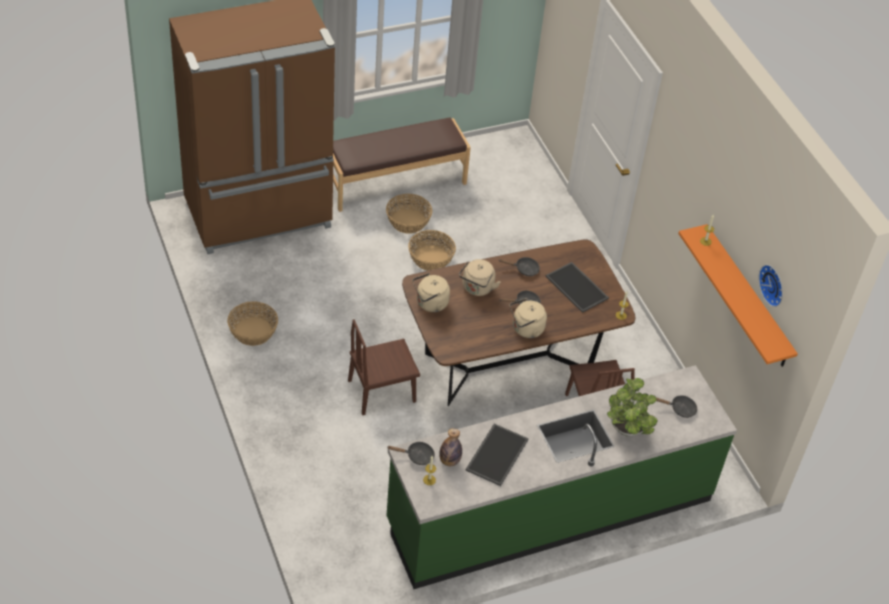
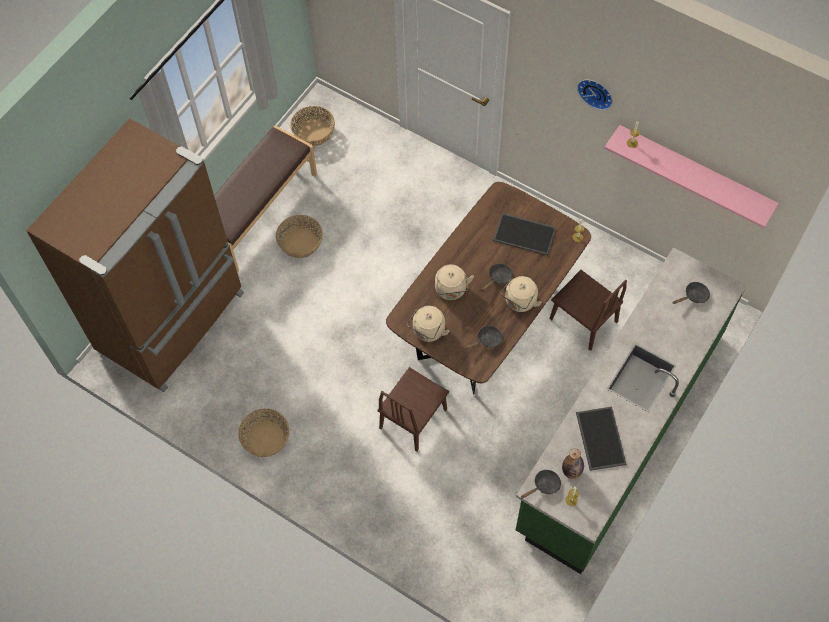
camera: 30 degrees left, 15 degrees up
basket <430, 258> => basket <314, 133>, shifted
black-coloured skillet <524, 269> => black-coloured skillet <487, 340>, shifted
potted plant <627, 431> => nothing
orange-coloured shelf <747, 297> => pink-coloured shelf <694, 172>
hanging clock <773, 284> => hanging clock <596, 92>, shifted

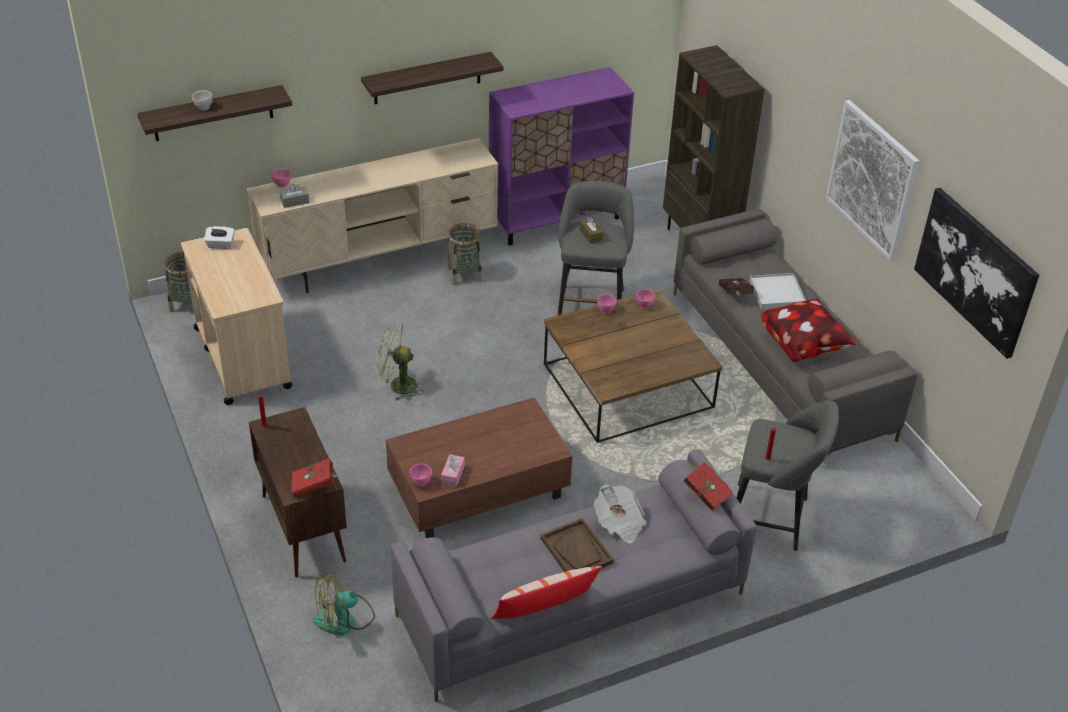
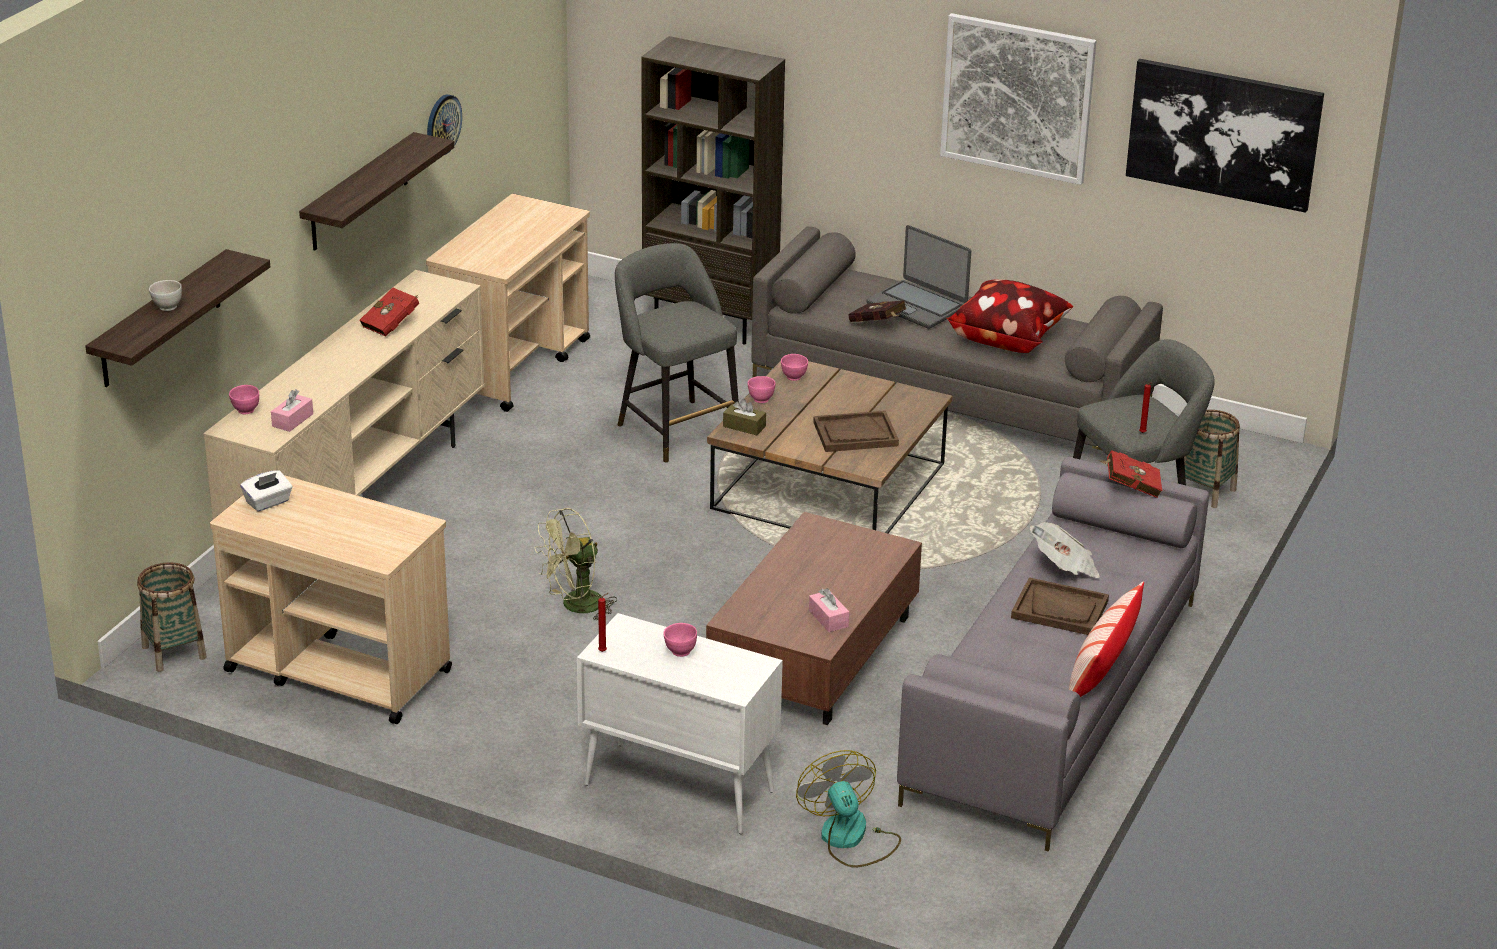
camera: 40 degrees left, 10 degrees down
brown cabinet <303, 528> => white cabinet <677, 788>
grey tissue box <295, 201> => pink-coloured tissue box <292, 420>
reddish book <315, 486> => reddish book <392, 324>, shifted
fan <344, 619> => fan <850, 839>, 135 degrees clockwise
pink-coloured serving bowl <421, 482> => pink-coloured serving bowl <680, 652>, shifted
basket <464, 274> => basket <1206, 491>, shifted
purple-coloured cabinet <556, 219> => beige-coloured cart <513, 365>
brown tissue box <591, 235> => brown tissue box <744, 426>, shifted
white tray <777, 294> => portable computer <917, 305>
nothing => hanging clock <442, 124>
nothing => brown tray <855, 434>

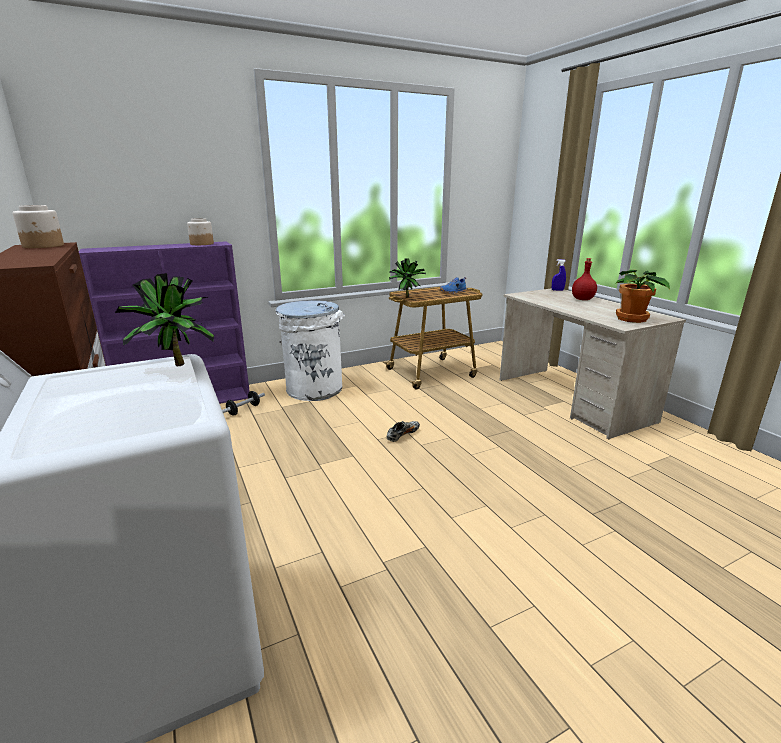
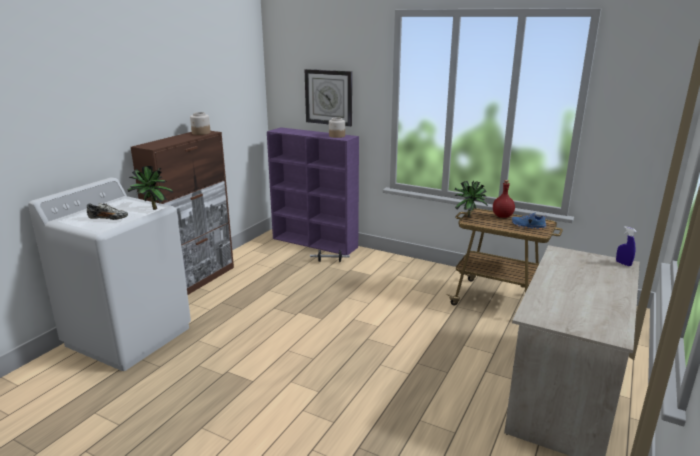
camera: 55 degrees right, 0 degrees up
white rubbish bin <314, 389> => nothing
low shoe <403, 435> => low shoe <108, 219>, shifted
reddish drink bottle <582, 299> => reddish drink bottle <502, 216>, shifted
potted plant <632, 319> => nothing
nothing => hanging clock <329, 97>

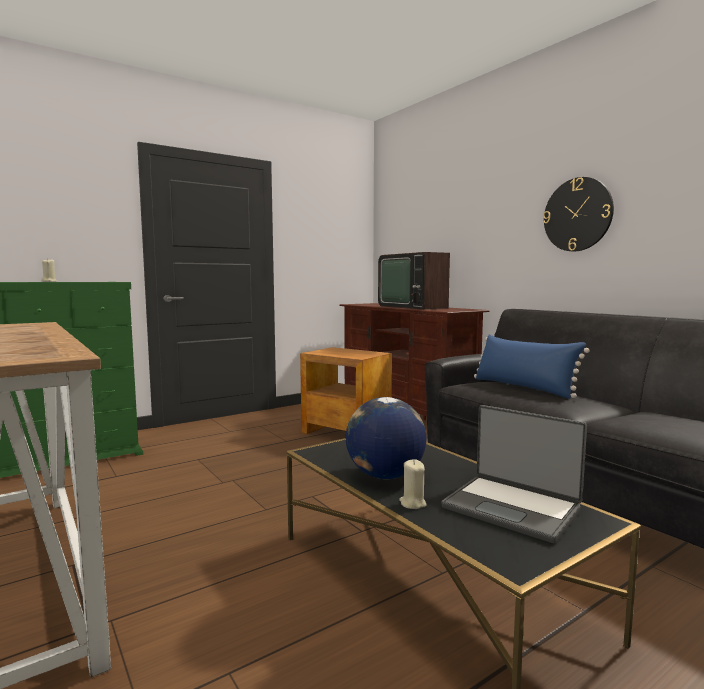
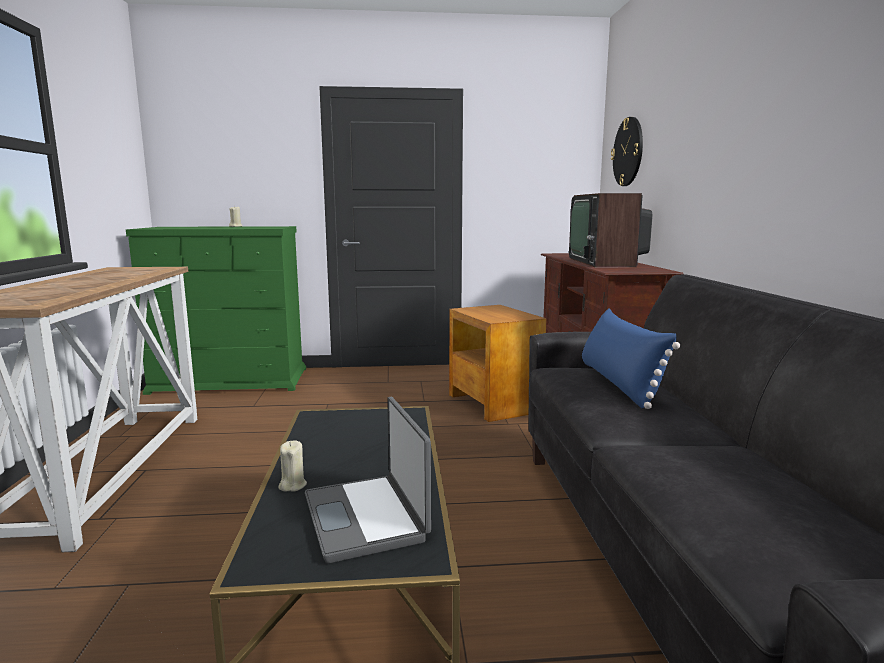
camera: 30 degrees right, 5 degrees up
globe <384, 476> => nothing
hanging clock <577, 214> => hanging clock <628, 152>, shifted

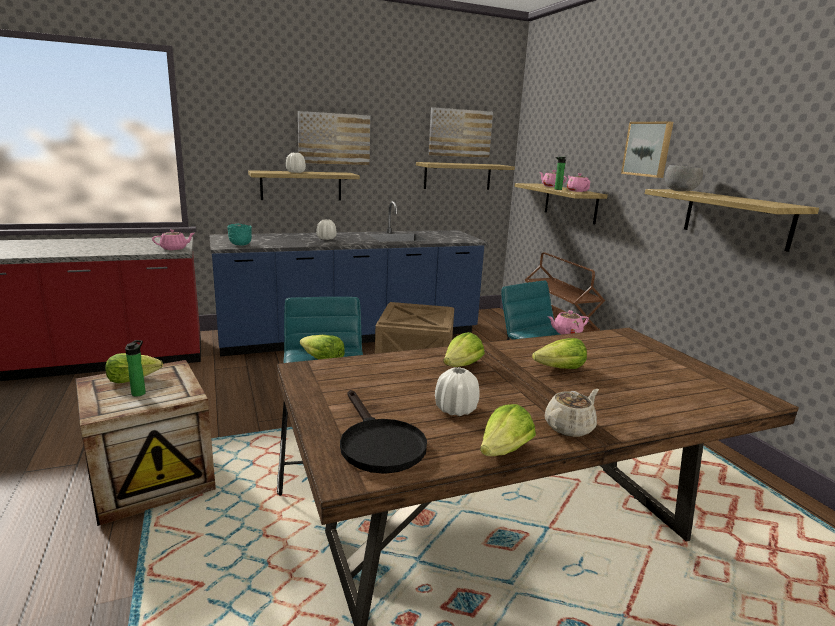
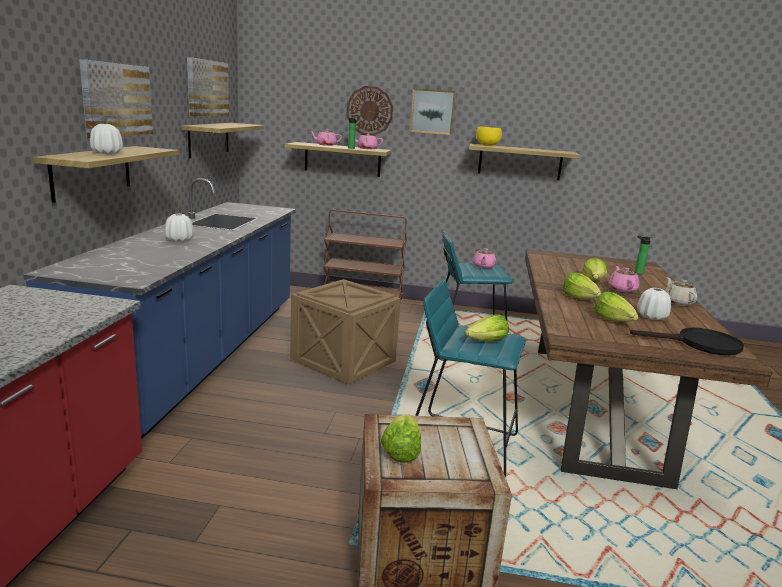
camera: 60 degrees left, 0 degrees up
drink bottle <140, 392> => drink bottle <637, 272>, shifted
pink-coloured teapot <174, 249> => pink-coloured teapot <622, 289>, shifted
turquoise-coloured serving bowl <240, 245> => nothing
head of lettuce <504, 451> => head of lettuce <613, 320>, shifted
grey serving bowl <680, 191> => yellow-coloured serving bowl <486, 145>
nothing => hanging clock <369, 111>

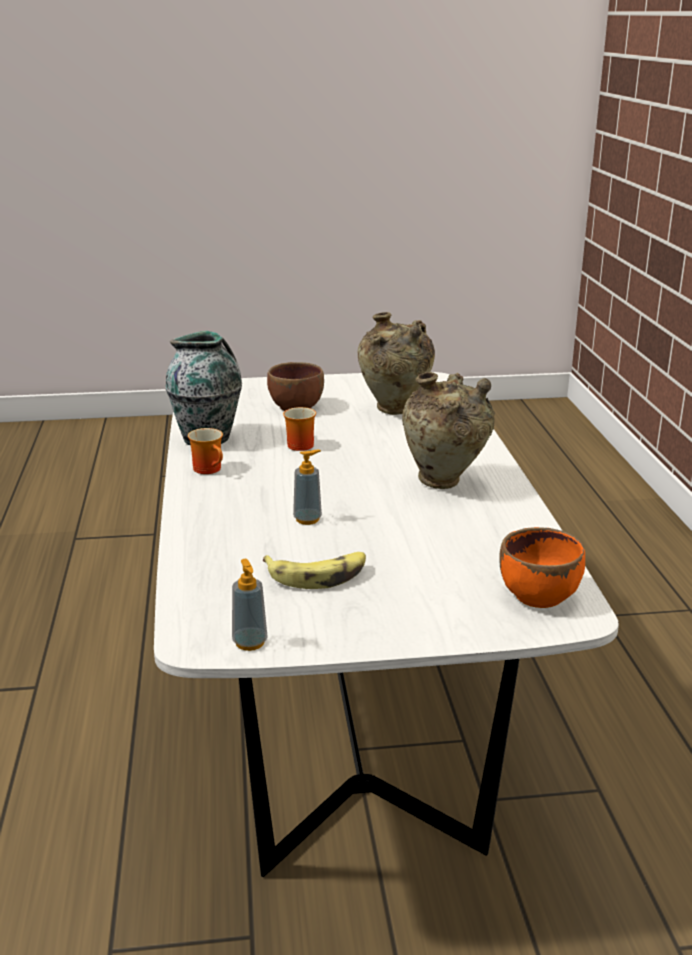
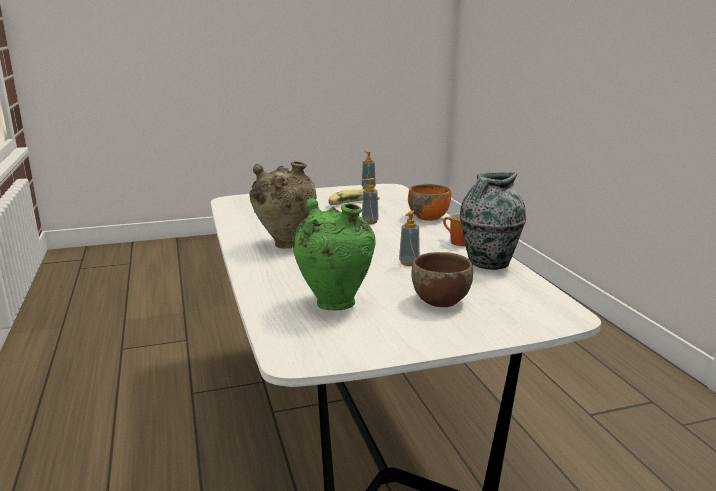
camera: 170 degrees right, 5 degrees down
tea mug <297, 444> => liquid soap bottle <409, 263>
beige-coloured flower vase <395, 411> => green flower vase <334, 302>
orange-coloured serving bowl <539, 595> => orange-coloured serving bowl <428, 217>, shifted

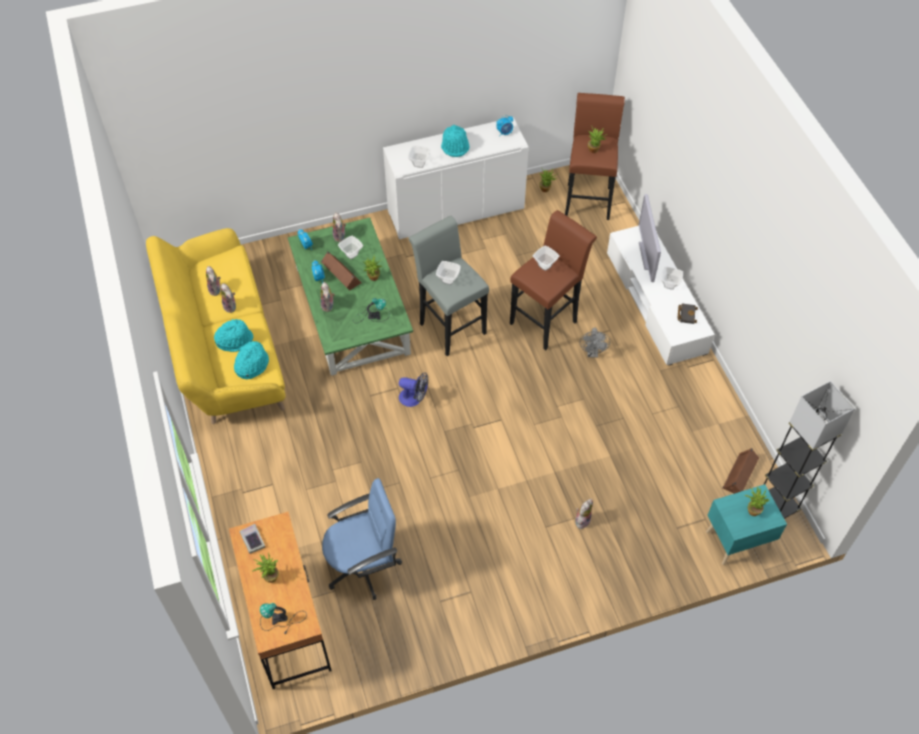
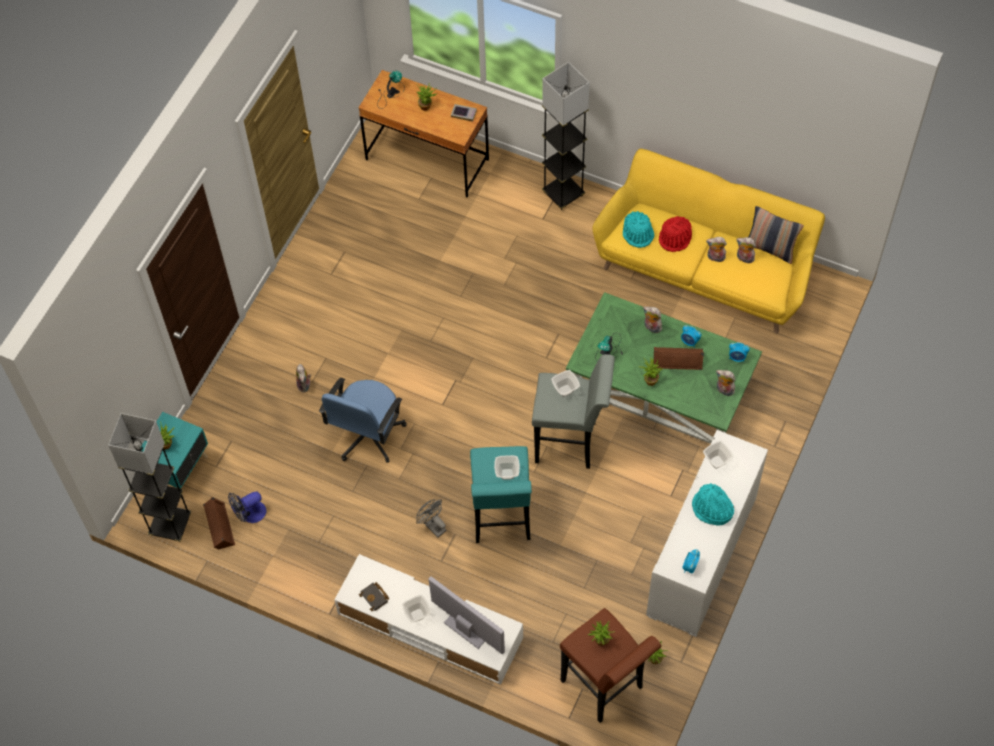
camera: 135 degrees right, 5 degrees up
turquoise-coloured clothing hat <234, 340> => reddish clothing hat <675, 238>
bluish computer chair <363, 565> => bluish computer chair <367, 435>, shifted
serving bowl <352, 255> => nothing
fan <414, 398> => fan <249, 514>, shifted
brown stool seat <547, 320> => turquoise-coloured stool seat <501, 521>
nothing => grey floor lamp <563, 194>
nothing => throw pillow <770, 248>

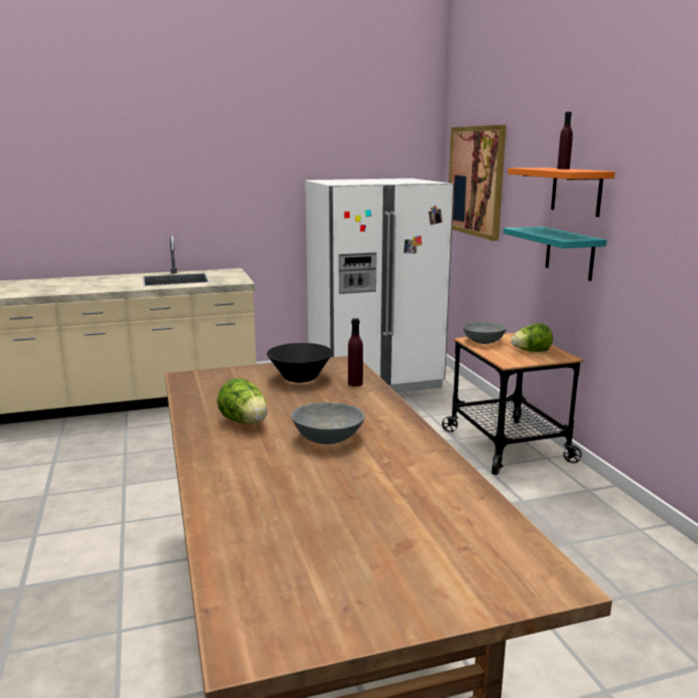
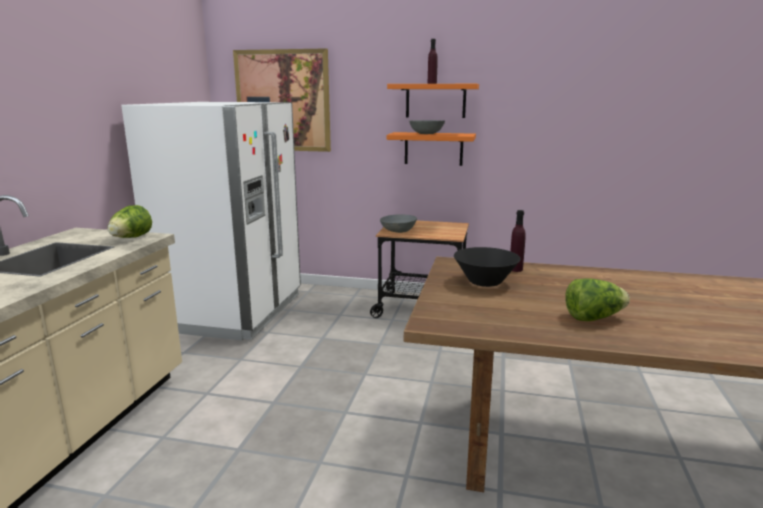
camera: 60 degrees left, 0 degrees up
grey serving bowl <327, 439> => grey serving bowl <427, 133>, shifted
turquoise-coloured shelf <569, 253> => orange-coloured shelf <433, 148>
head of lettuce <531, 351> => head of lettuce <131, 238>, shifted

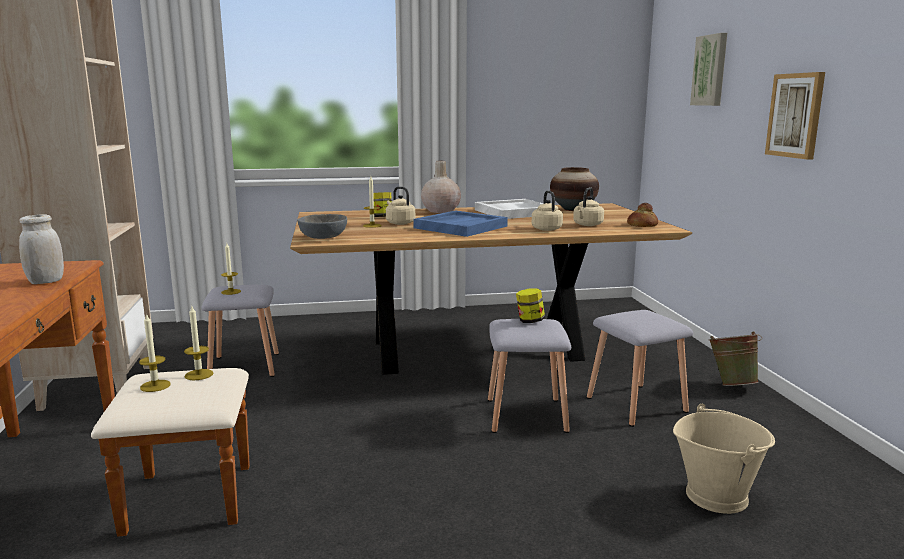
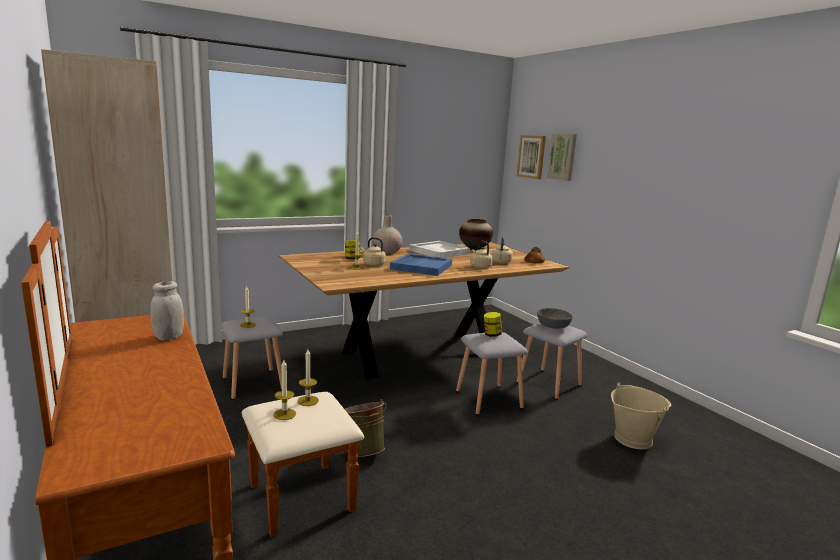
camera: 20 degrees left, 0 degrees up
grey serving bowl <323, 238> => grey serving bowl <552, 326>, shifted
green bucket <731, 384> => green bucket <363, 450>, shifted
picture <796, 115> => picture <531, 156>, shifted

